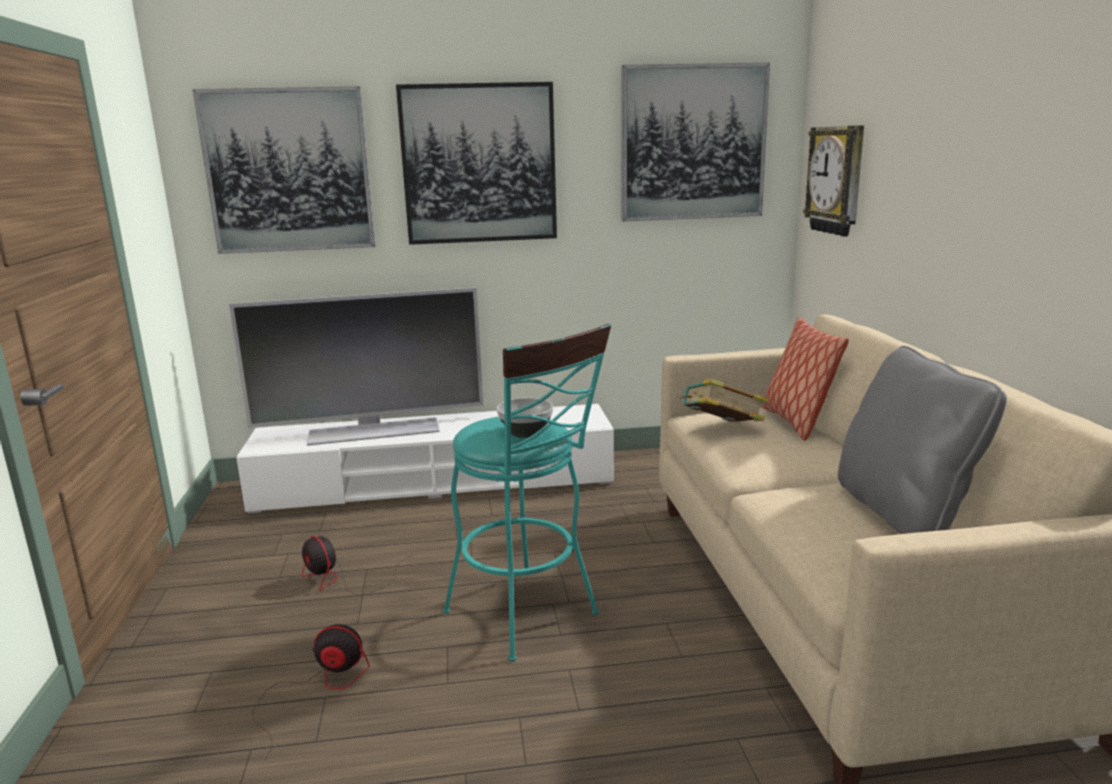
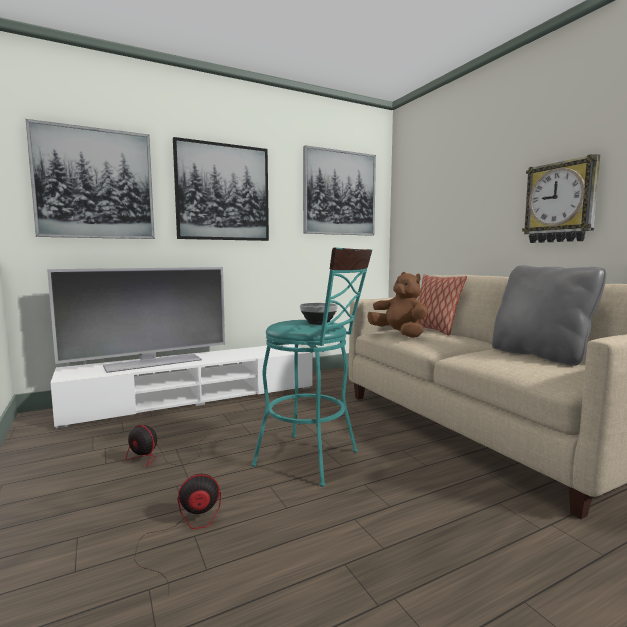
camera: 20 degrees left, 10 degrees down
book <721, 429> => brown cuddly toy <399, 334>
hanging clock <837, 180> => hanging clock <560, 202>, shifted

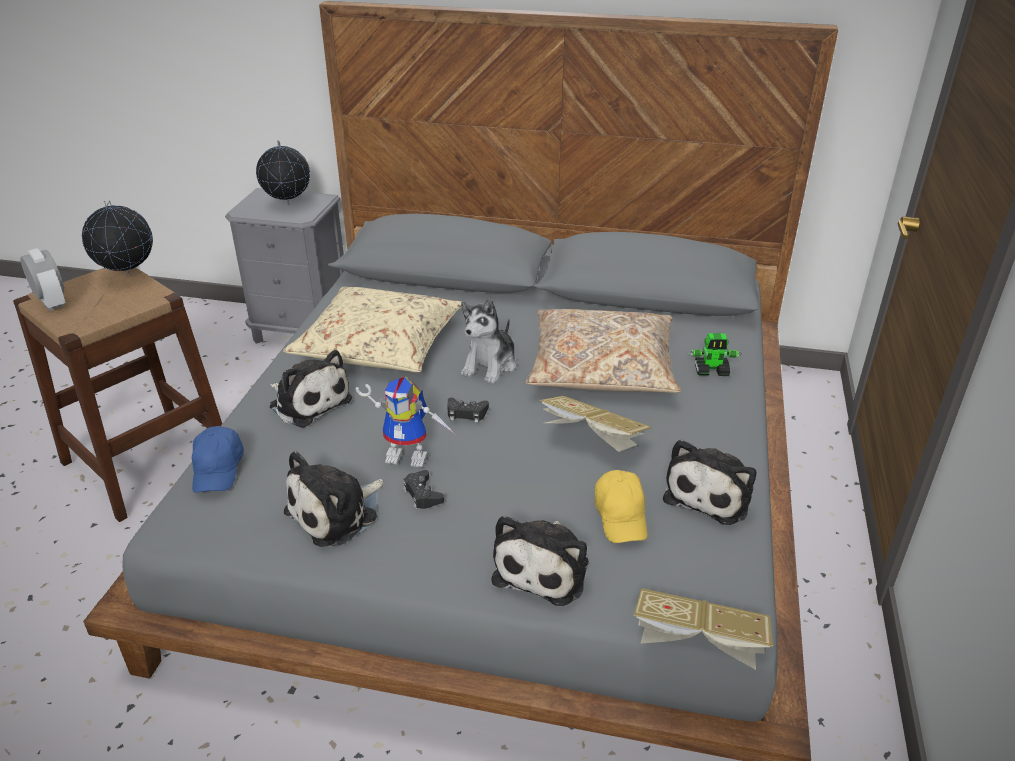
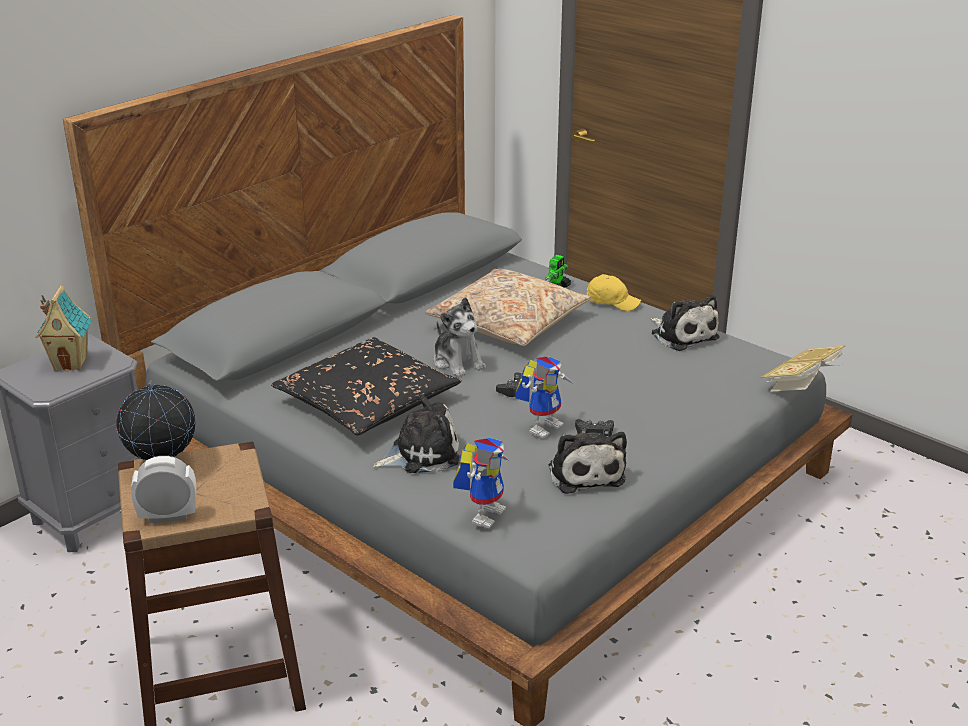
camera: 60 degrees left, 5 degrees down
bluish peaked cap <218, 469> => toy robot <484, 512>
globe <288, 204> => toy house <71, 363>
beige-coloured throw pillow <379, 344> => black-coloured throw pillow <367, 401>
cuddly toy <544, 568> => nothing
book <592, 440> => nothing
yellow-coloured peaked cap <621, 516> => yellow-coloured peaked cap <612, 302>, shifted

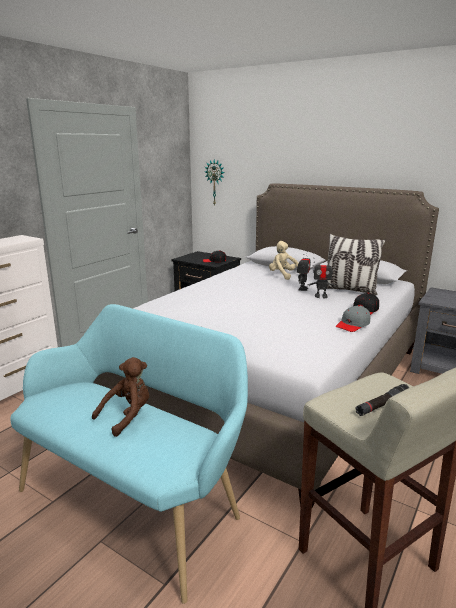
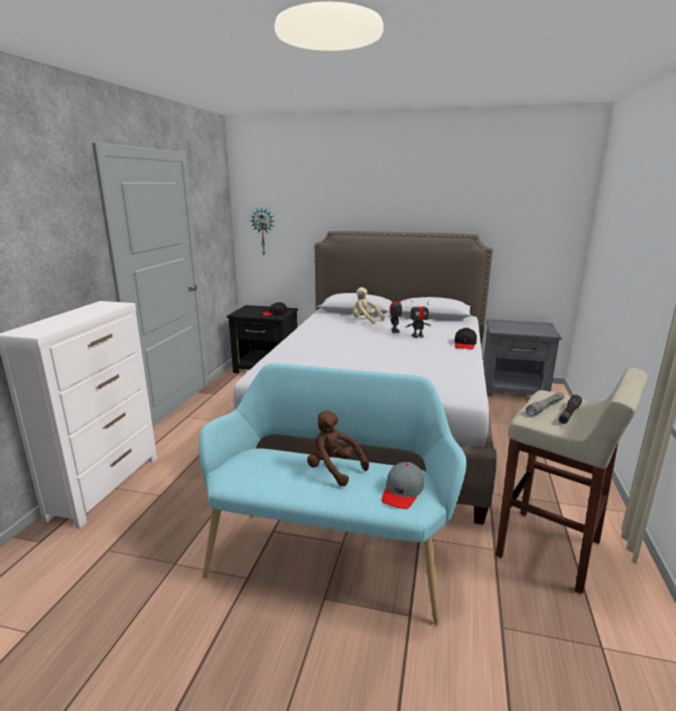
camera: 20 degrees left, 0 degrees up
brown cuddly toy <127, 416> => brown cuddly toy <333, 469>, 75 degrees counterclockwise
throw pillow <349, 290> => nothing
grey peaked cap <353, 325> => grey peaked cap <402, 492>, shifted
nothing => grey torch <545, 407>

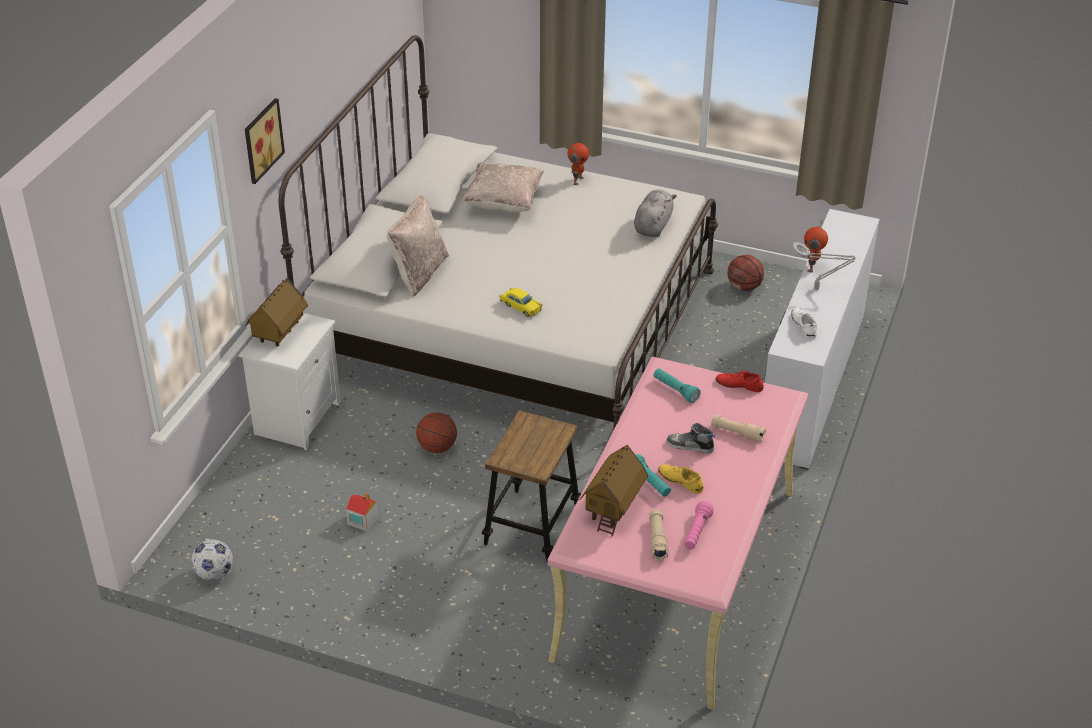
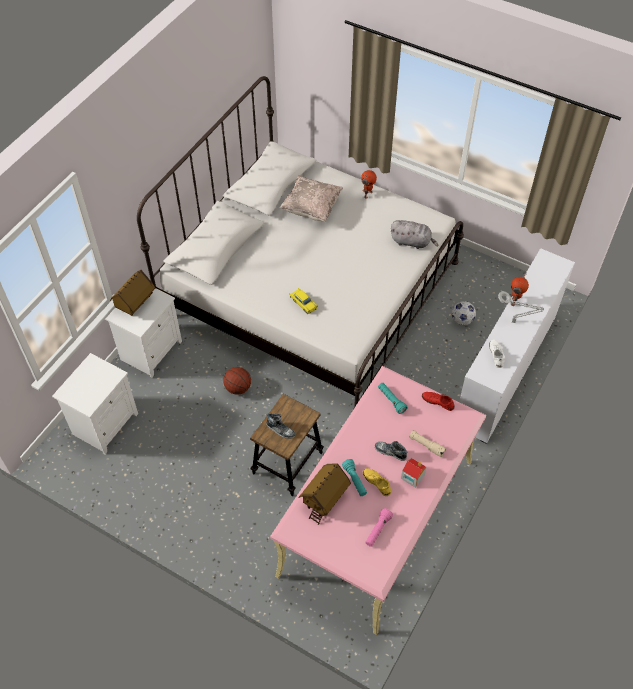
camera: 10 degrees right, 15 degrees up
football ball <215, 574> => football ball <462, 320>, shifted
picture <260, 140> => nothing
toy house <362, 520> => toy house <412, 476>, shifted
beige-coloured throw pillow <418, 273> => nothing
grey cuddly toy <653, 225> => grey cuddly toy <412, 242>, 75 degrees clockwise
beige-coloured torch <657, 540> => nothing
basketball <744, 287> => nothing
nothing => white nightstand <105, 423>
nothing => low shoe <280, 430>

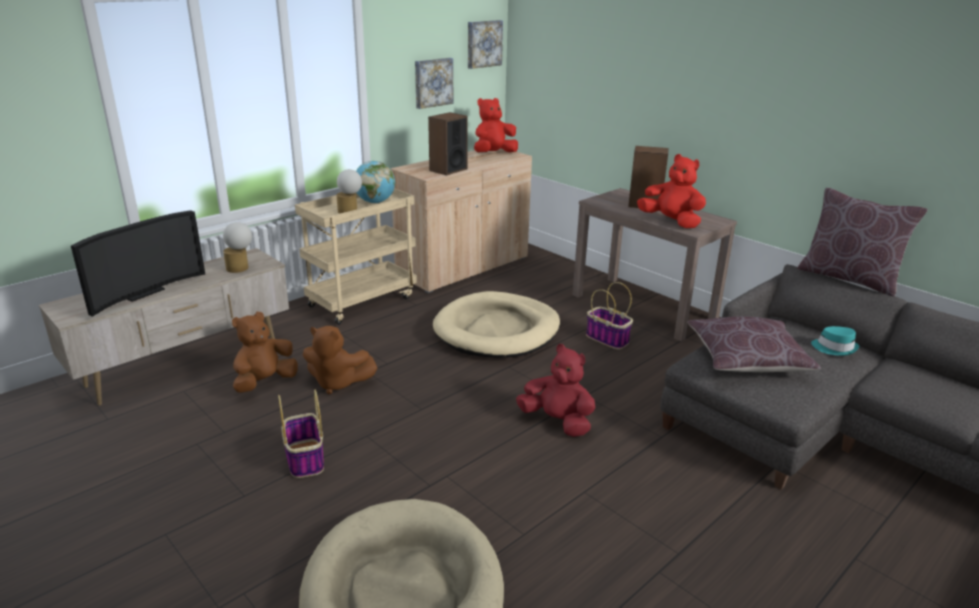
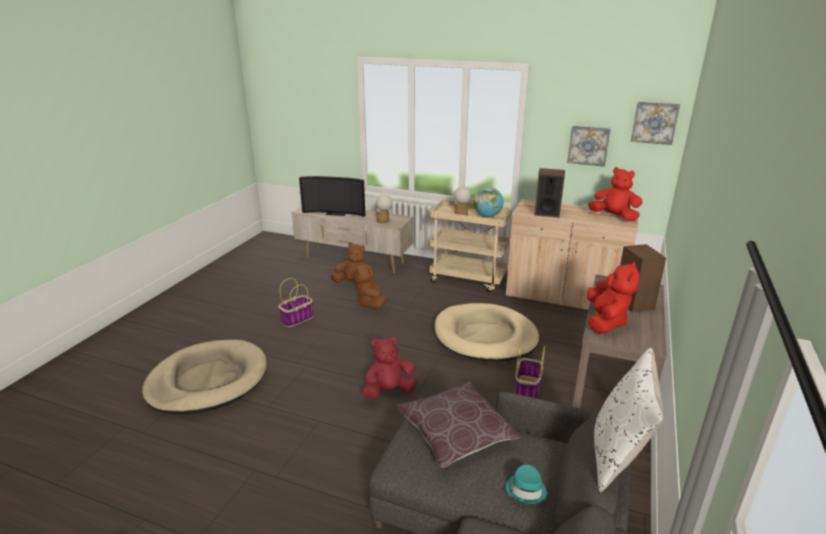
camera: 65 degrees right, 0 degrees up
reddish cuddly toy <557, 421> => reddish cuddly toy <389, 391>, 120 degrees counterclockwise
brown throw pillow <848, 278> => white throw pillow <618, 454>

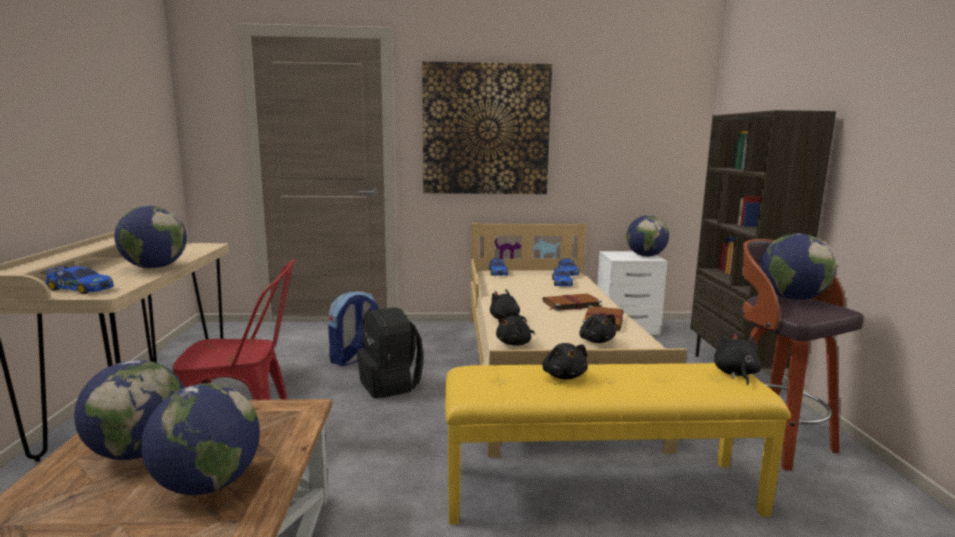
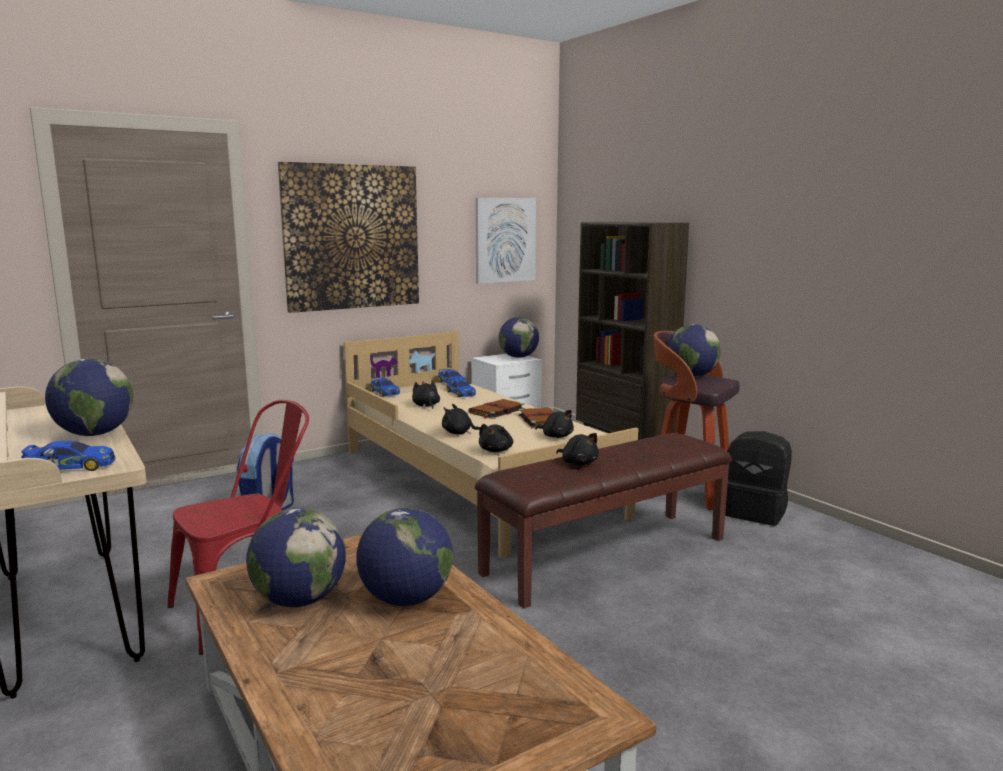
camera: 30 degrees left, 0 degrees up
black-coloured rucksack <390, 385> => black-coloured rucksack <755, 512>, shifted
yellow-coloured indoor bench <599, 489> => brown indoor bench <606, 555>
black-coloured cuddly toy <735, 374> => black-coloured cuddly toy <426, 406>, shifted
nothing => picture <505, 240>

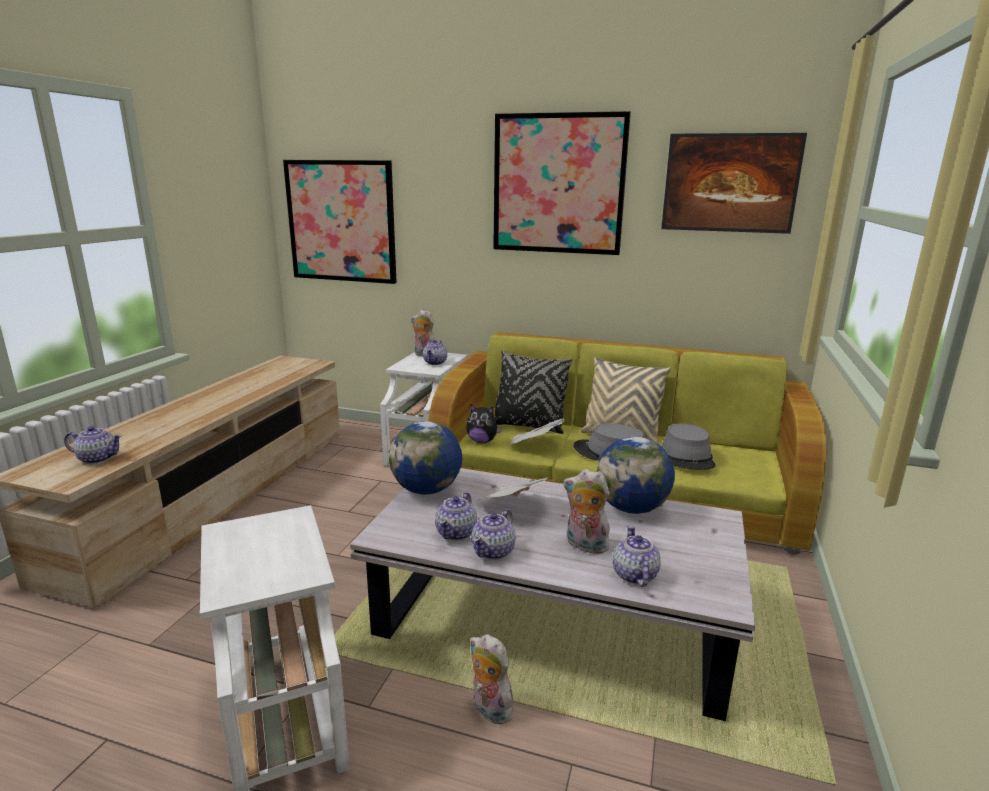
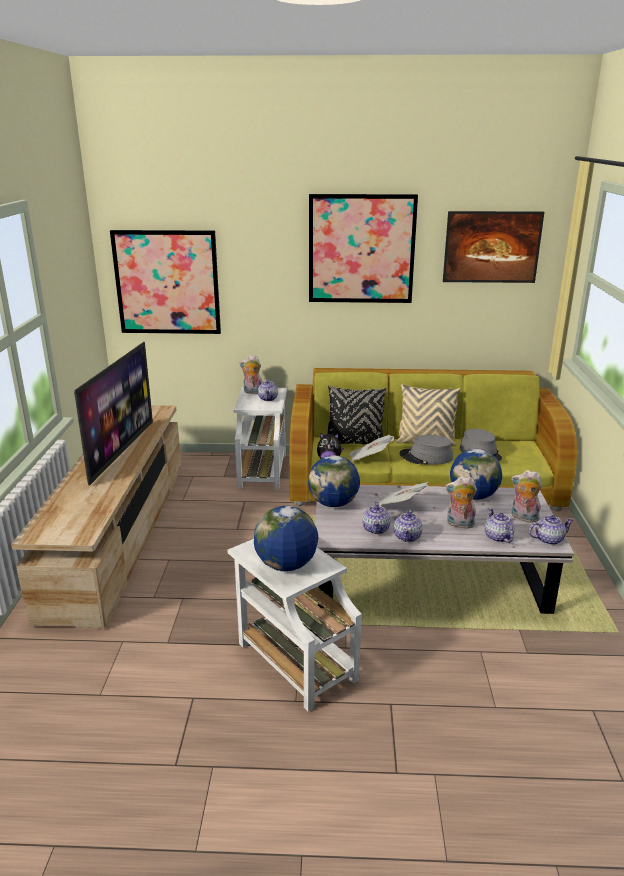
camera: 15 degrees left, 5 degrees up
teapot <97, 458> => teapot <548, 539>, shifted
cuddly toy <489, 709> => cuddly toy <523, 518>, shifted
nothing => TV set <121, 450>
nothing => globe <286, 565>

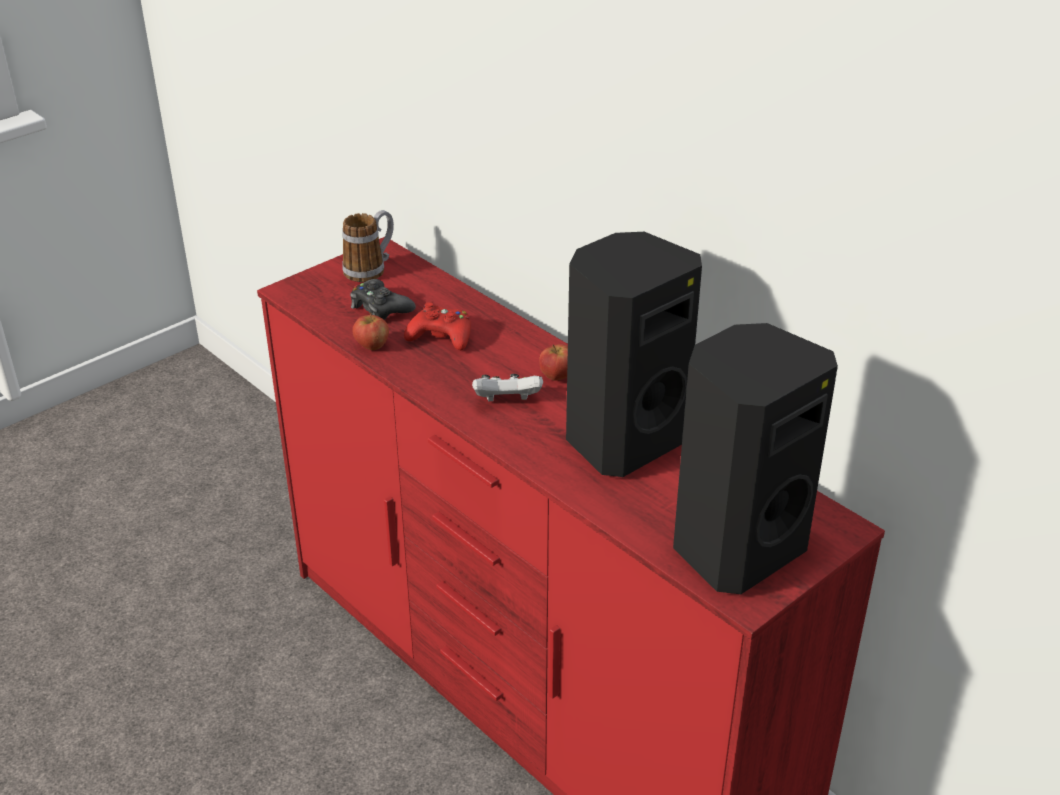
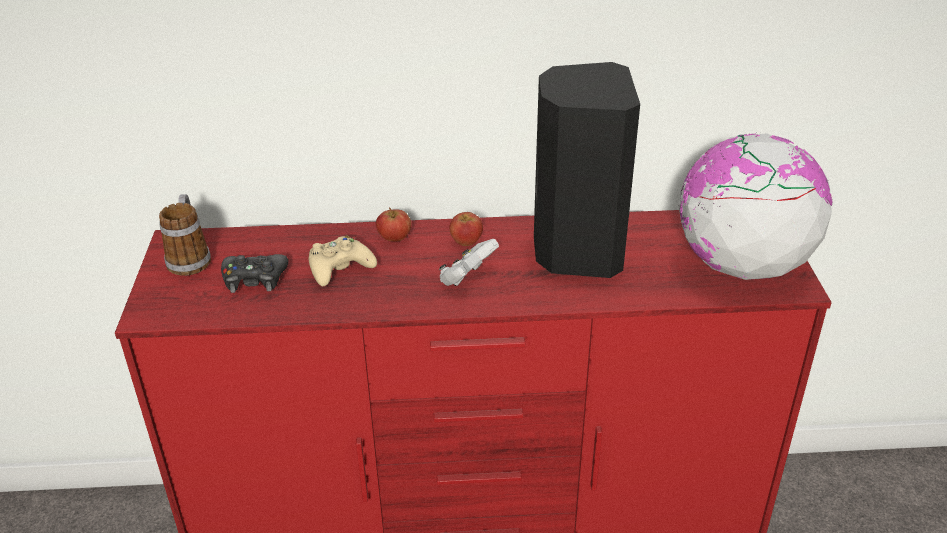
camera: 50 degrees left, 0 degrees up
apple fruit <372, 346> => apple fruit <394, 238>, shifted
reddish game controller <441, 336> => beige-coloured game controller <340, 268>
black-coloured speaker <734, 548> => globe <741, 266>

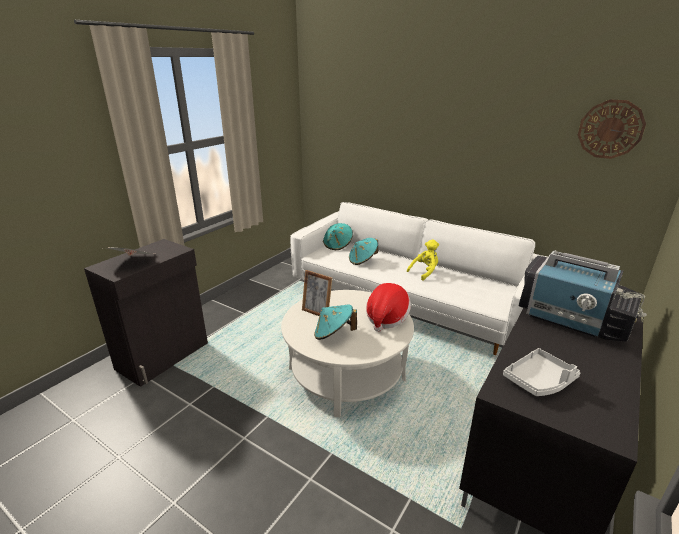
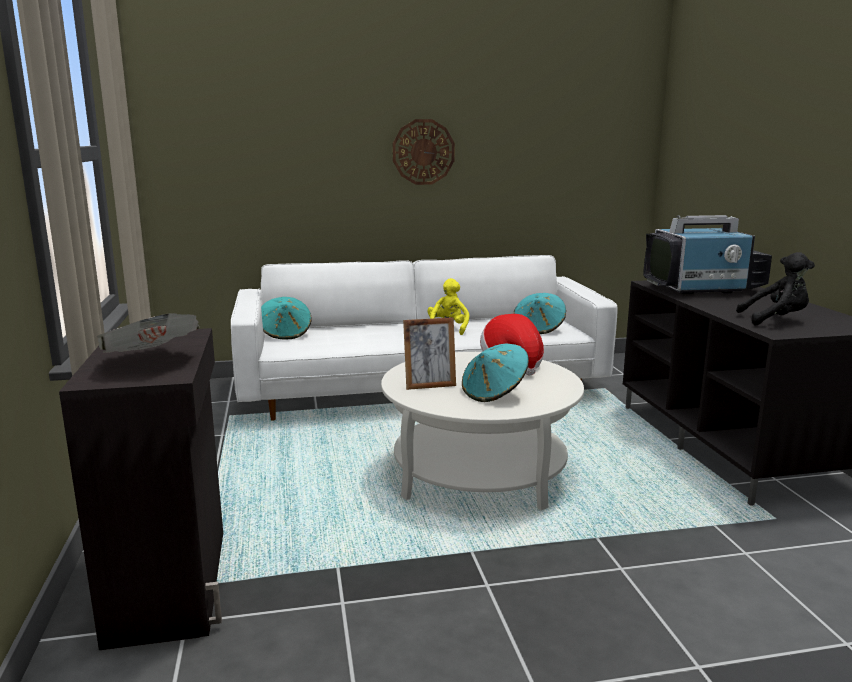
camera: 45 degrees left, 10 degrees down
turquoise-coloured clothing hat <363, 260> => turquoise-coloured clothing hat <539, 329>, shifted
grey tray <539, 380> => black-coloured cuddly toy <776, 320>
hanging clock <610, 129> => hanging clock <423, 152>, shifted

